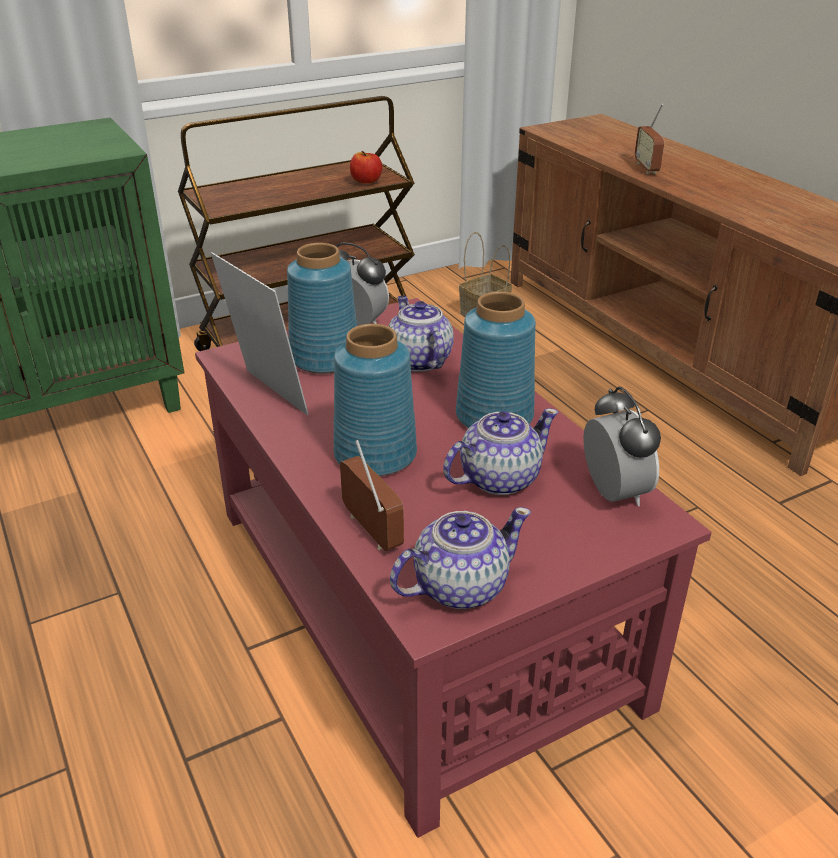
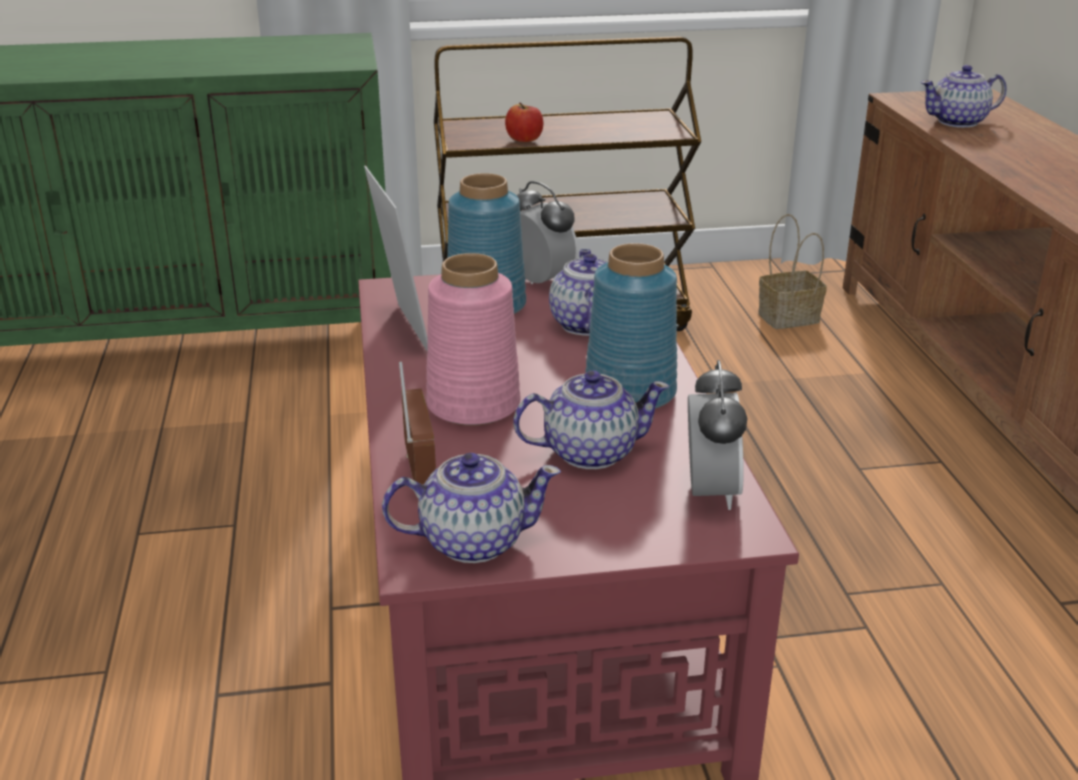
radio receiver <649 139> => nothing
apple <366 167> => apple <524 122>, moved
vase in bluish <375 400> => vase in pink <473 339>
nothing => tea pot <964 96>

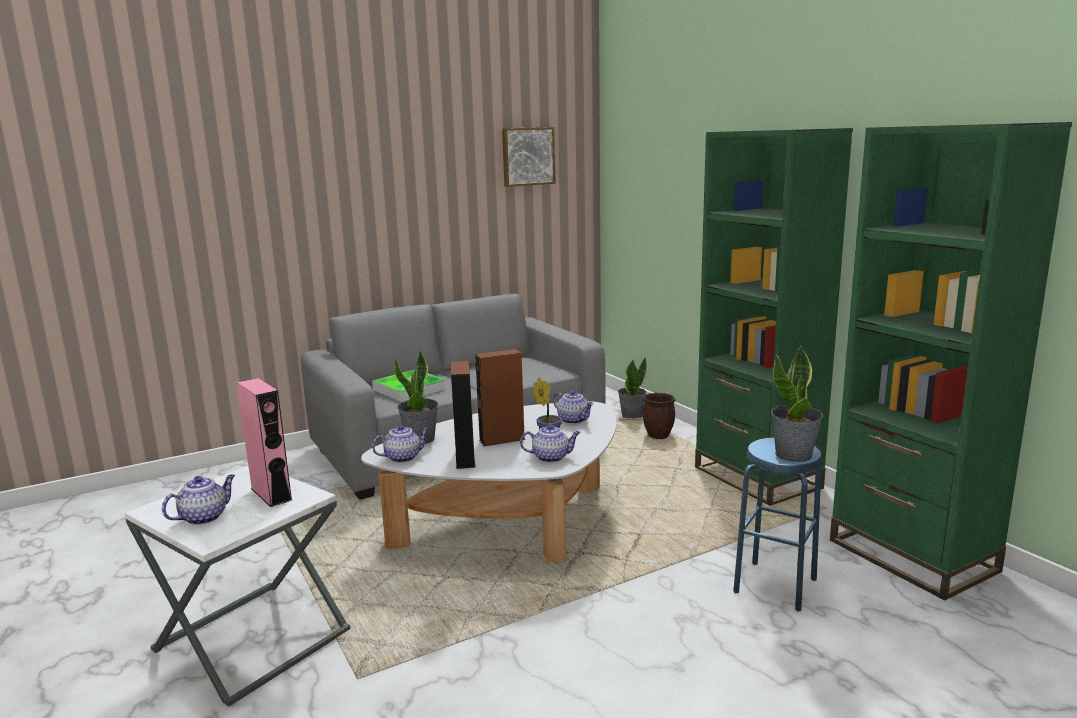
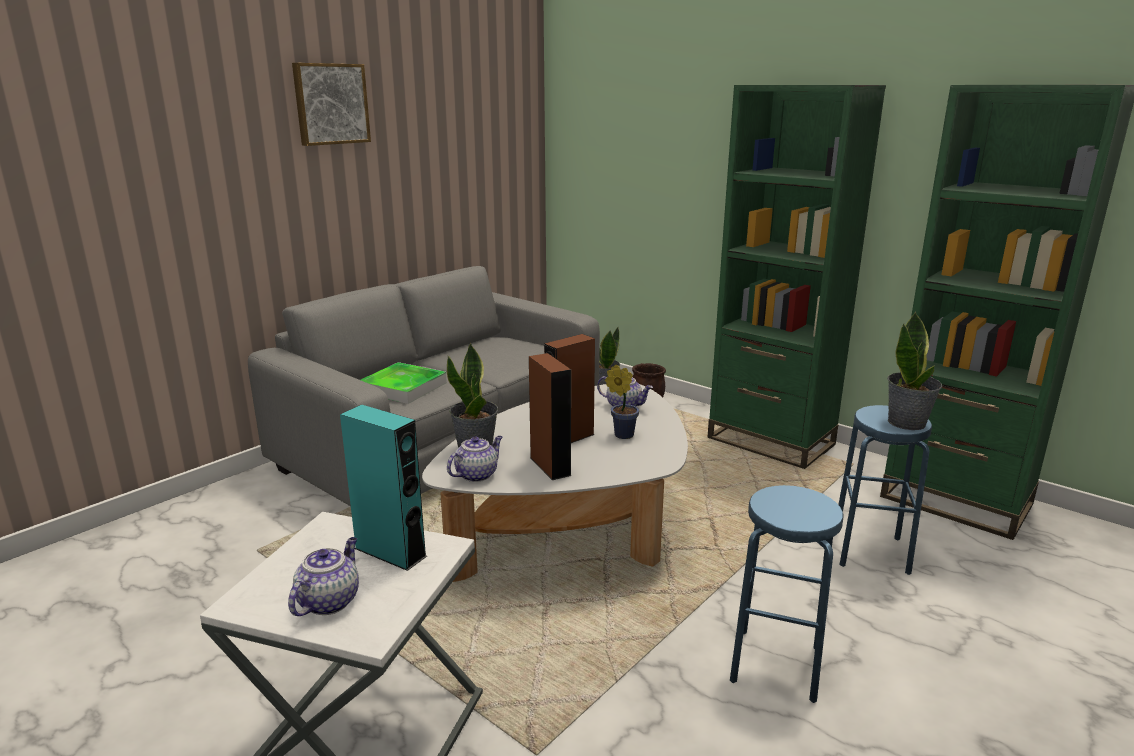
wall picture <529 157> => wall picture <331 104>, moved
speaker in pink <264 442> => speaker in turquoise <383 488>
tea pot <550 443> => nothing
nothing => stool in bluish <786 594>

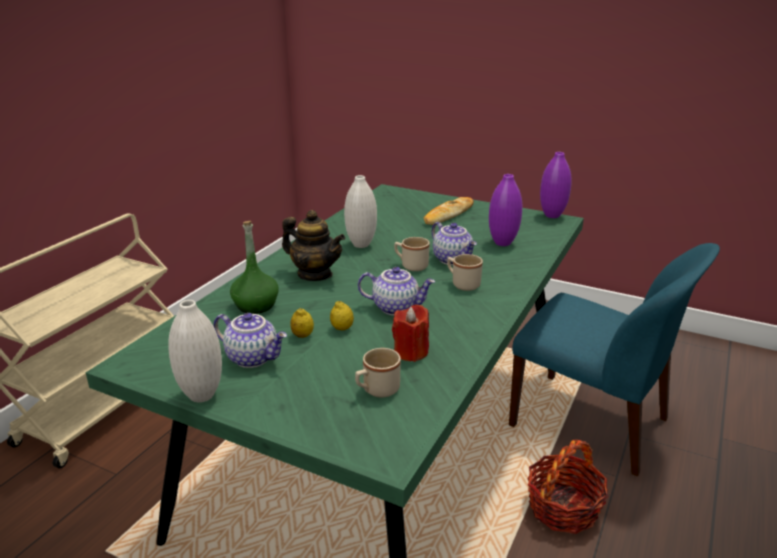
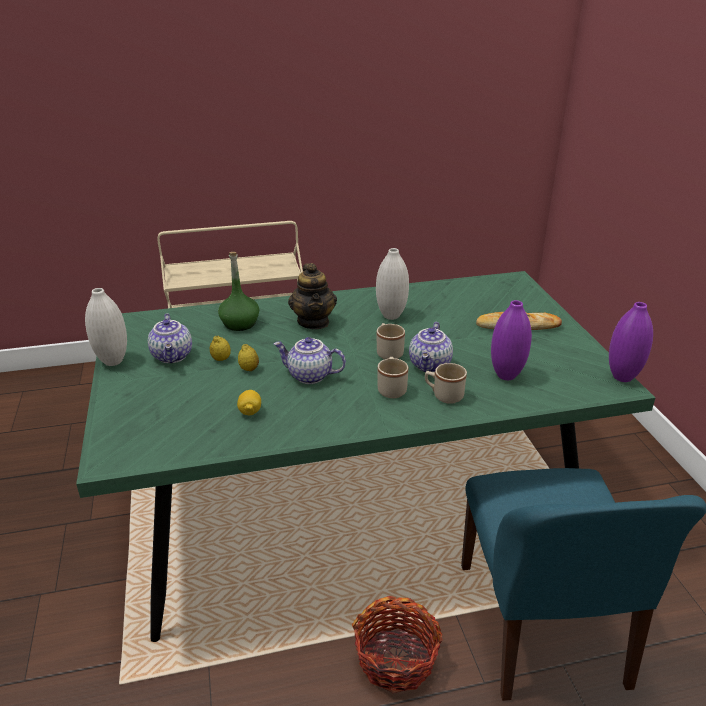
tea pot <396 291> => tea pot <309 360>, 135 degrees clockwise
wax candle in reddish <410 333> => whole lemon <249 403>
coffee mug in beige-coloured <378 373> => coffee mug in beige-coloured <446 383>, moved

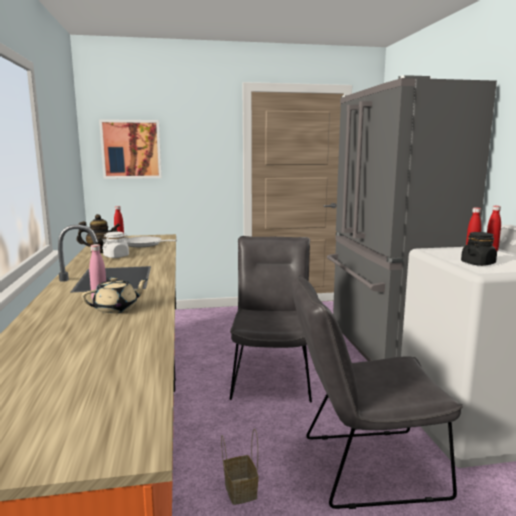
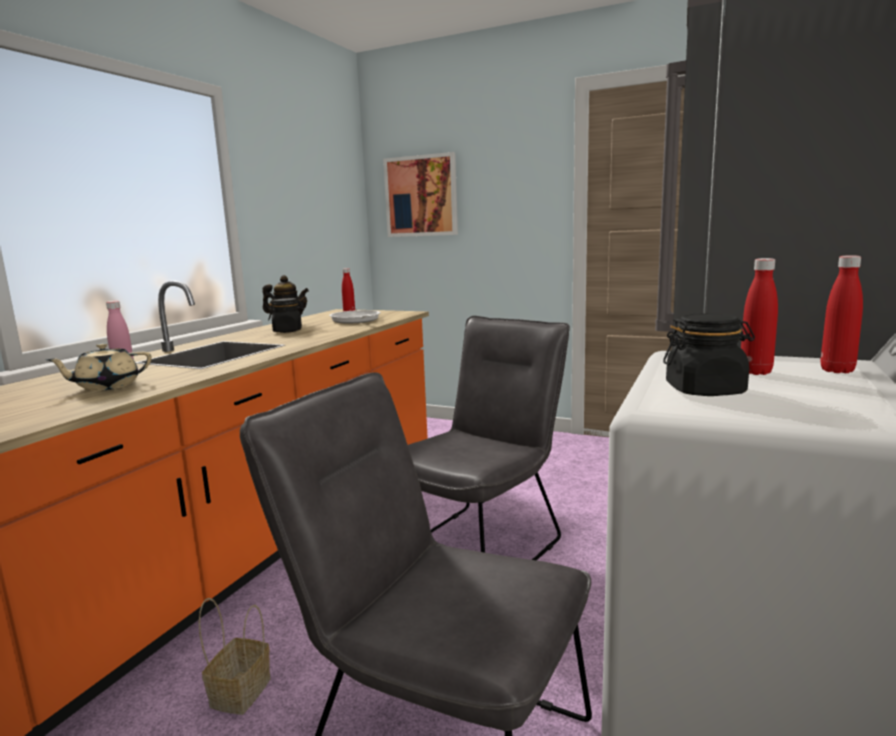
preserve jar in white <115 245> => preserve jar in black <286 315>
tea pot in beige-coloured <115 295> => tea pot in beige-coloured <99 367>, 150 degrees clockwise

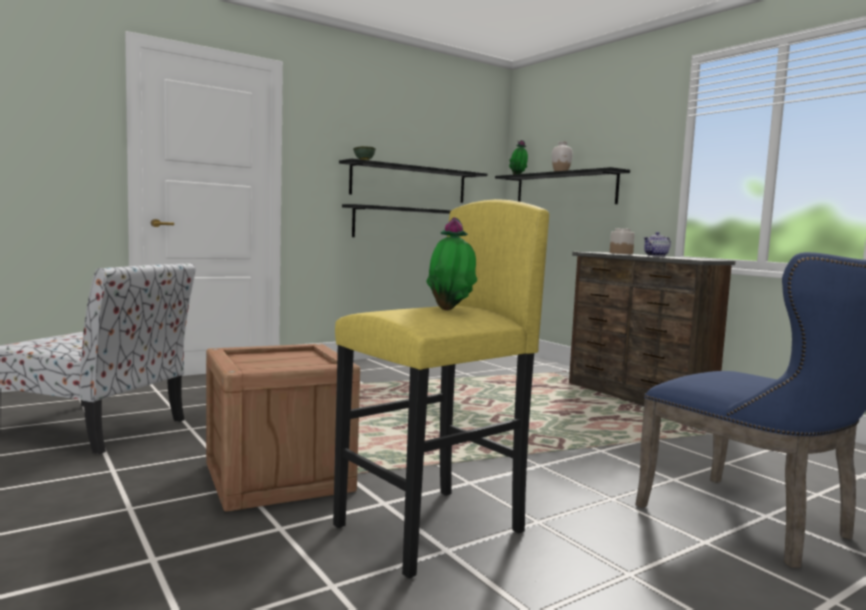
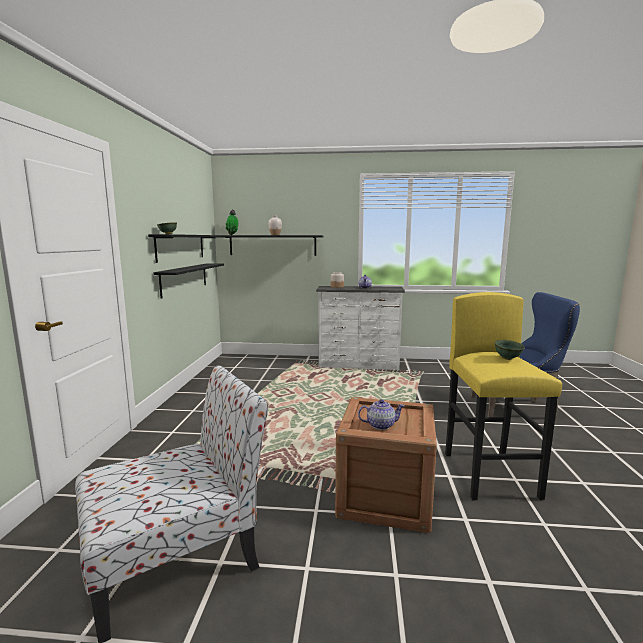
houseplant <451 263> => bowl in green <510 350>
drawer chest in brown <652 329> => drawer chest in white <360 328>
nothing => tea pot <381 414>

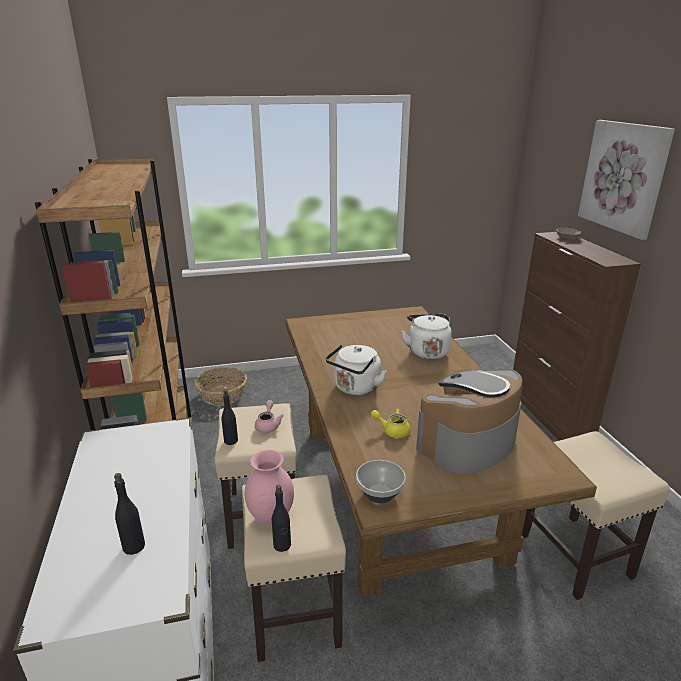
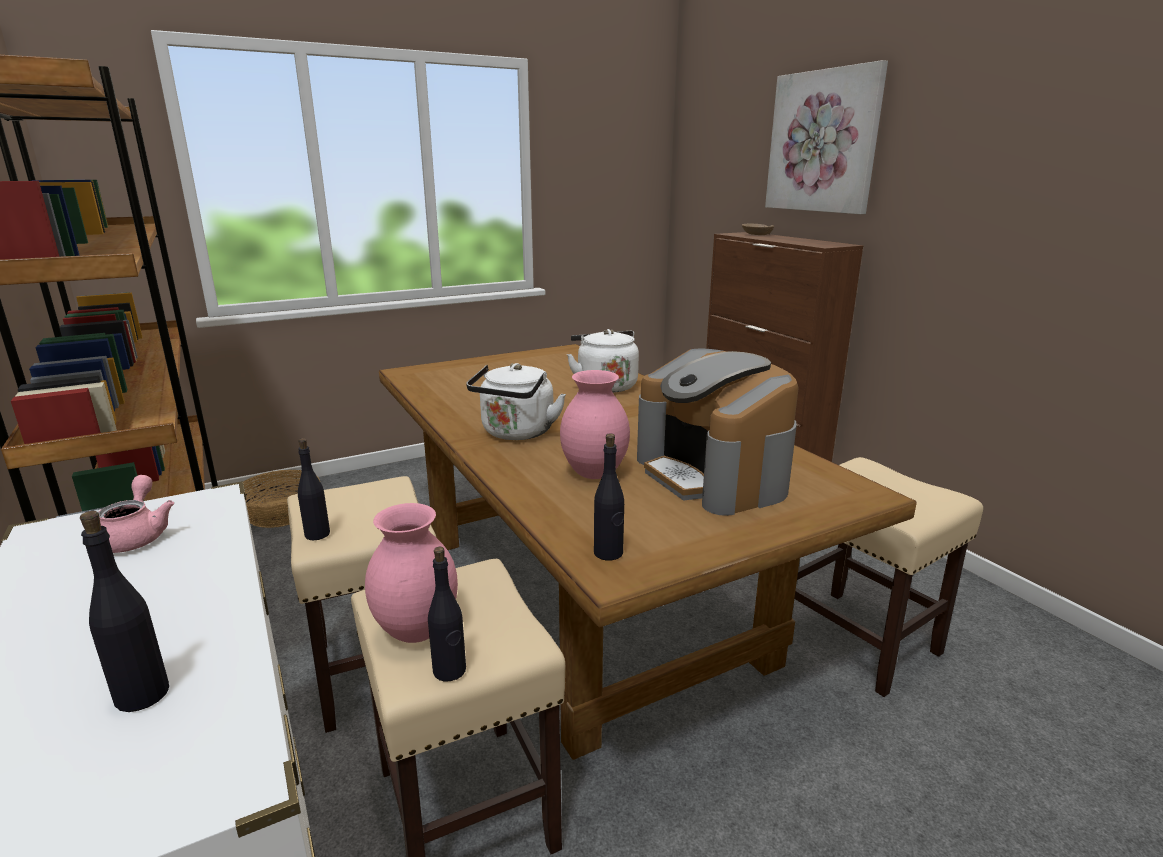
coffee brewer <469 421> => coffee brewer <718 432>, 60 degrees counterclockwise
tea pot in pink <269 416> => tea pot in pink <136 514>, moved
tea pot in yellow <391 423> => vase in pink <595 424>
bowl <381 481> => drink bottle in black <609 497>

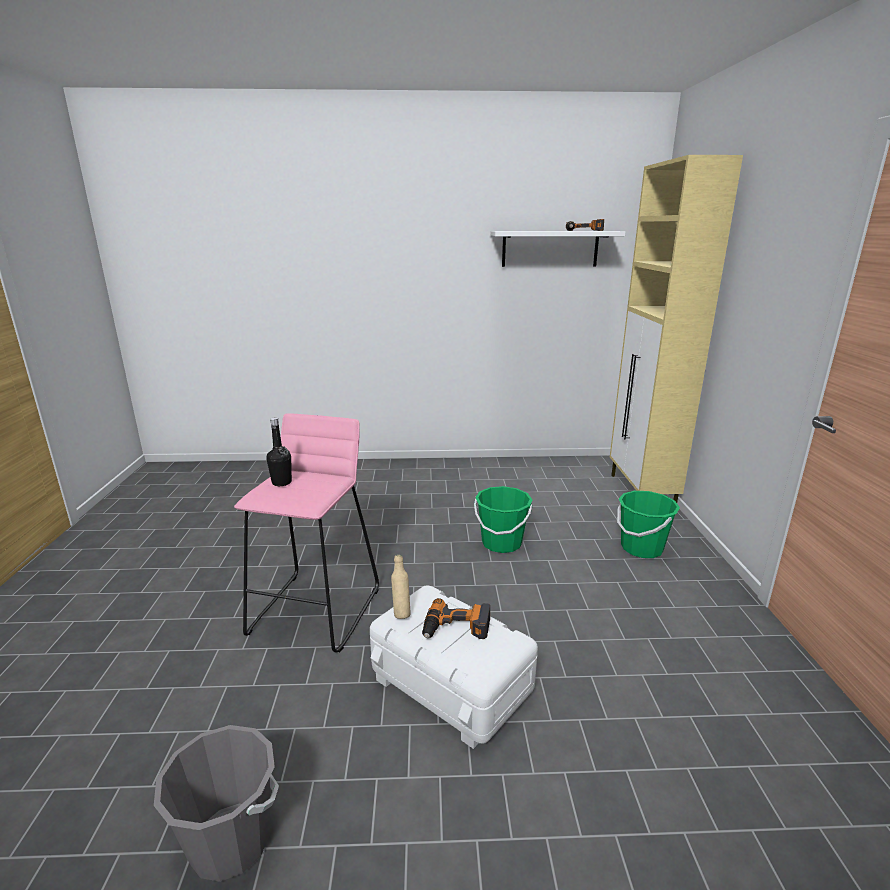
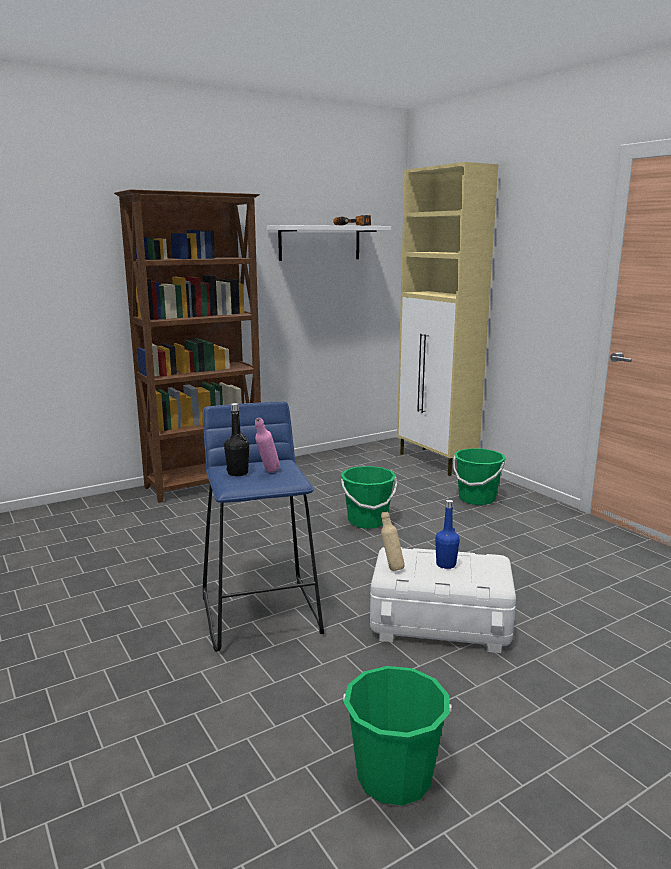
stool in pink <306 532> => stool in bluish <263 526>
power drill <456 618> => drink bottle in bluish <447 534>
pail in greyish <216 803> => pail in green <397 736>
nothing => shelving unit in brown <187 346>
nothing => drink bottle in pink <267 445>

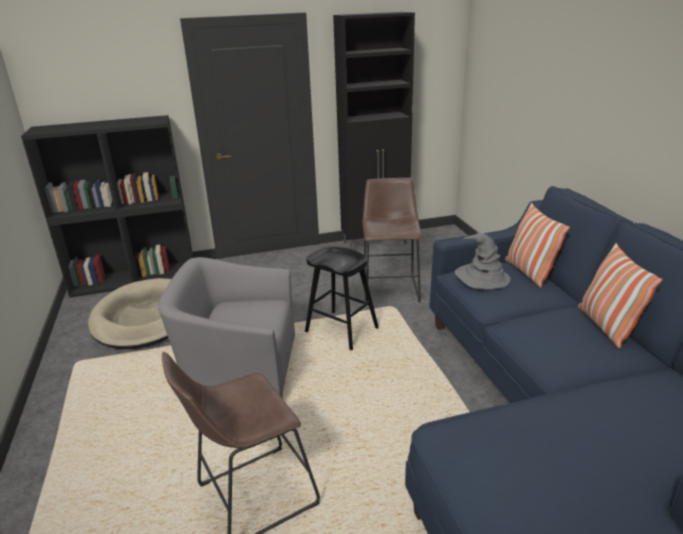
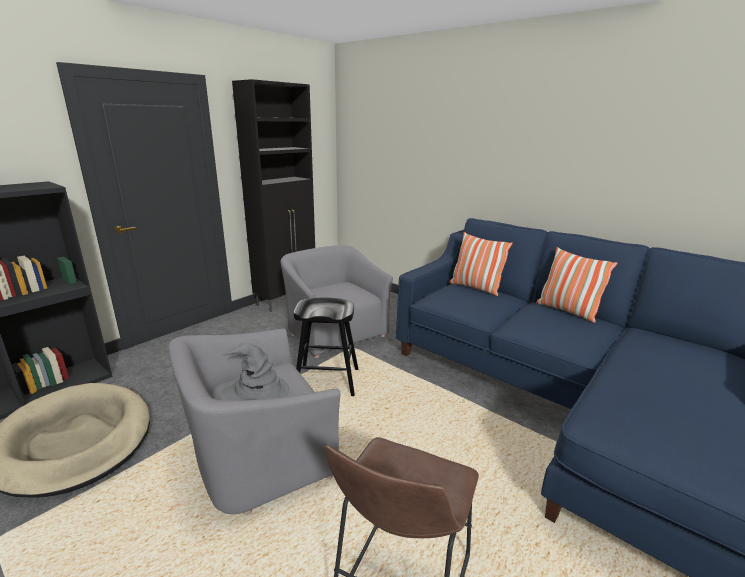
stool in brown <392 240> => armchair in greyish <337 301>
wearable hat in greyish <483 261> => wearable hat in greyish <254 371>, moved

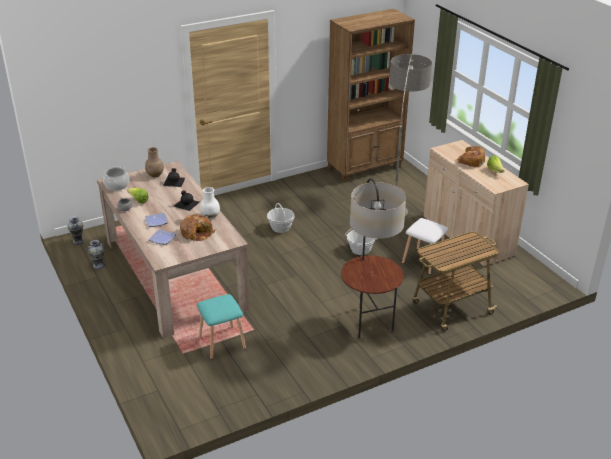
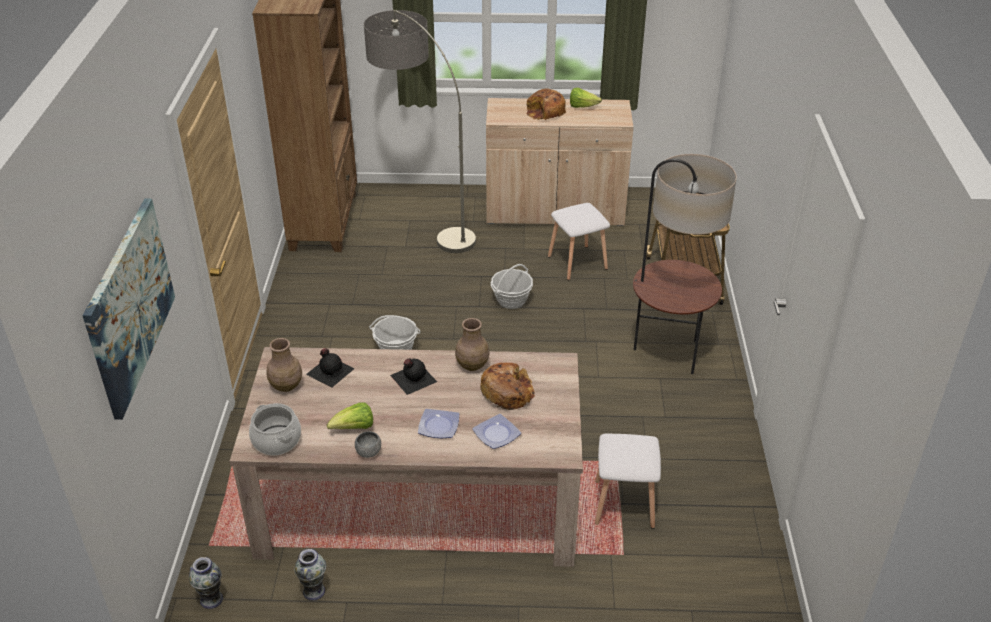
vase in white <210 203> => vase in brown <472 344>
stool in turquoise <221 326> => stool in white <628 481>
nothing => wall picture <128 309>

